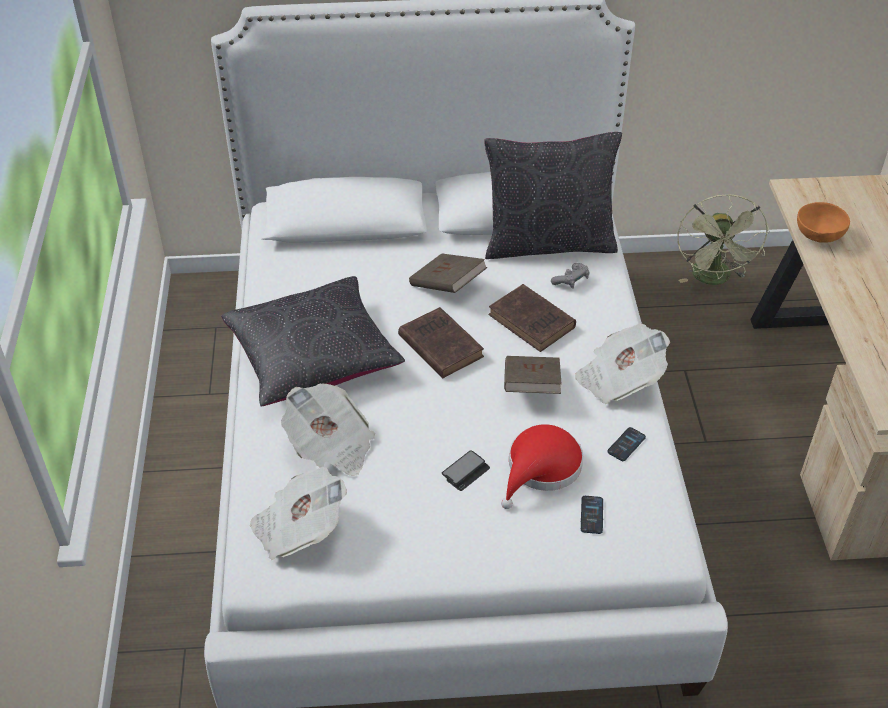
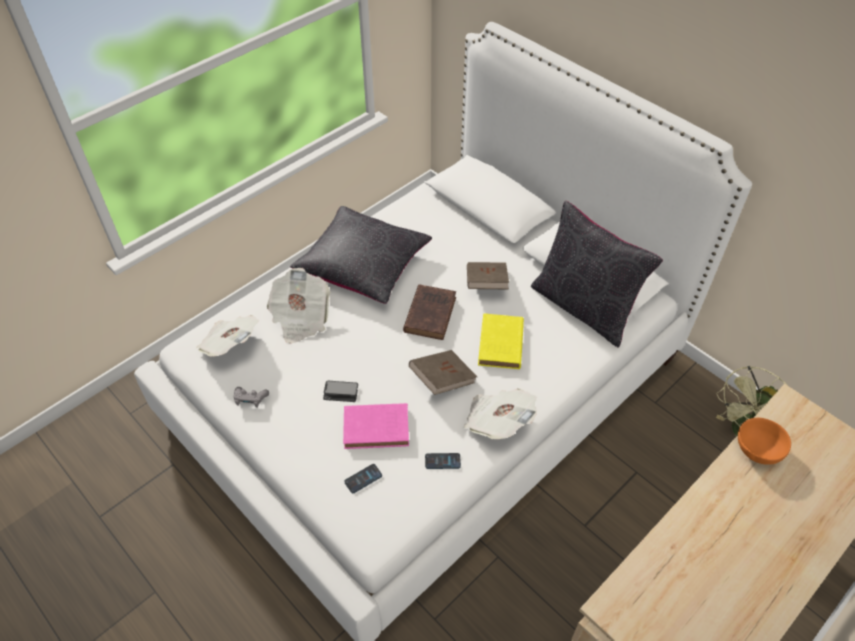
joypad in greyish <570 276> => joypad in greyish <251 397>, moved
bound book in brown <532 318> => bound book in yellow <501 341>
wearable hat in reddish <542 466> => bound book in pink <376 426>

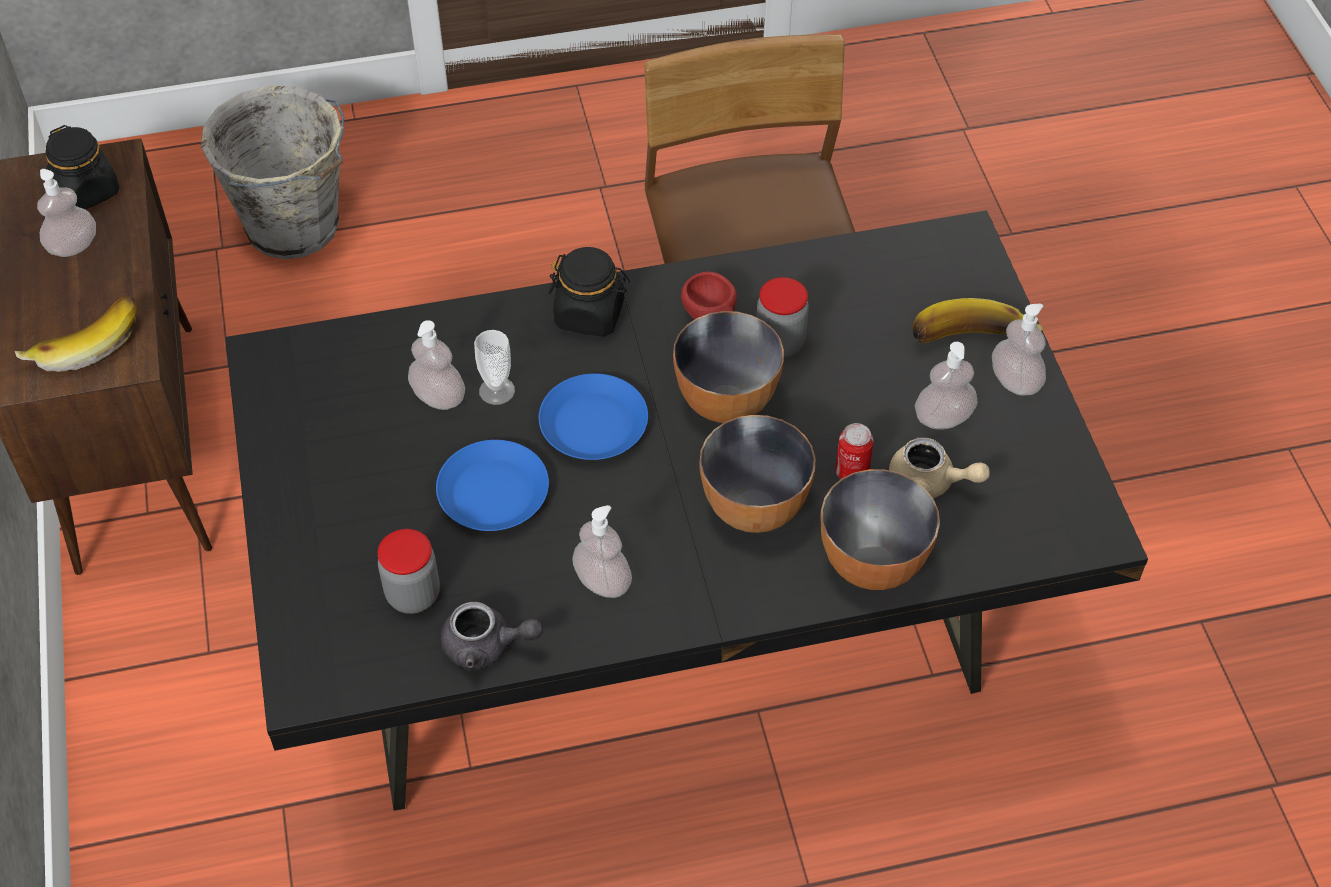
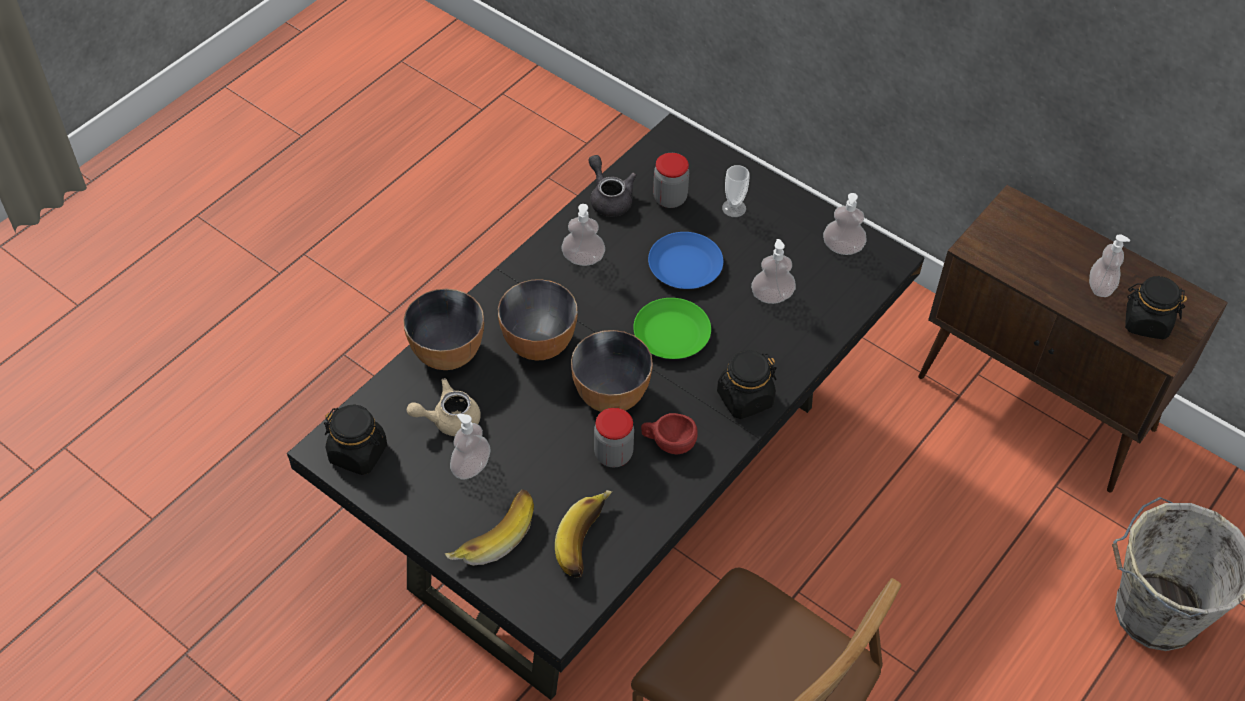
whole banana <75 333> => whole banana <583 534>, moved
soap dispenser <1019 350> => soap dispenser <844 224>, moved
drinking cup <494 367> => drinking cup <736 191>, moved
dinner plate in bluish <593 417> => dinner plate in green <672 328>
can <854 451> => nothing
tea pot in greyish <492 636> => tea pot in greyish <612 186>, 90 degrees clockwise
nothing => preserve jar in black <355 440>

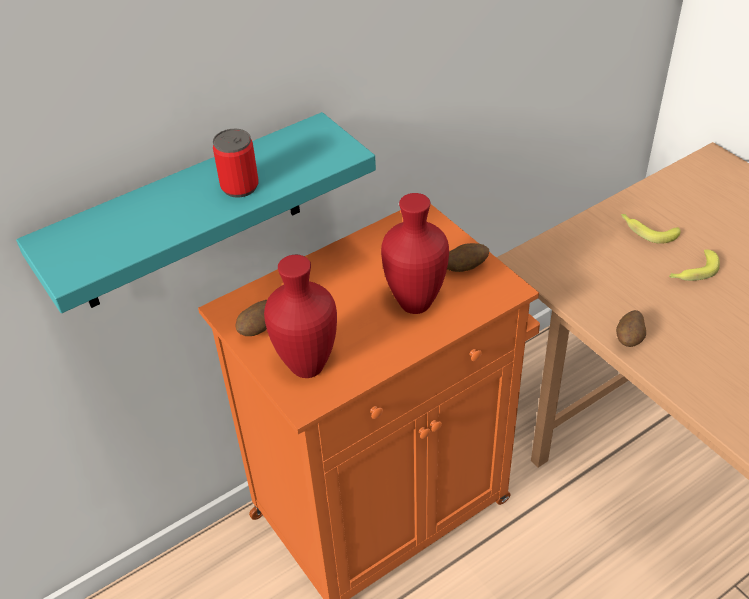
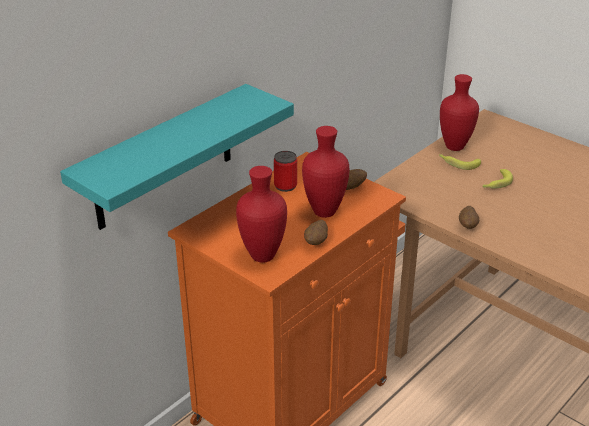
can <236 163> => can <285 171>, moved
spud <251 318> => spud <316 232>, moved
nothing => vase in reddish <459 112>

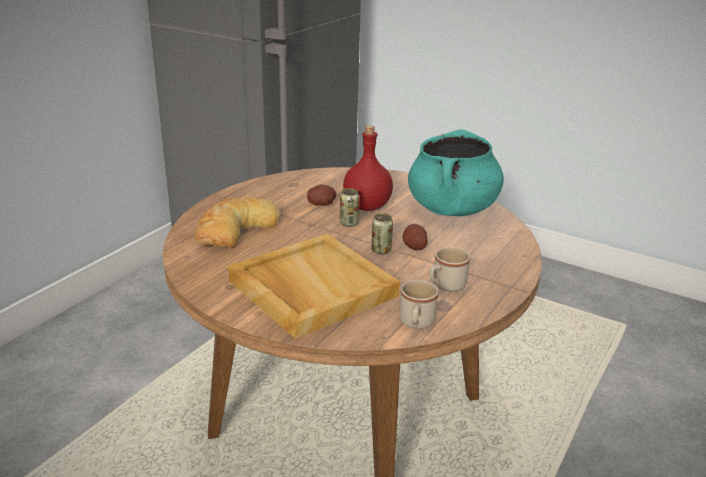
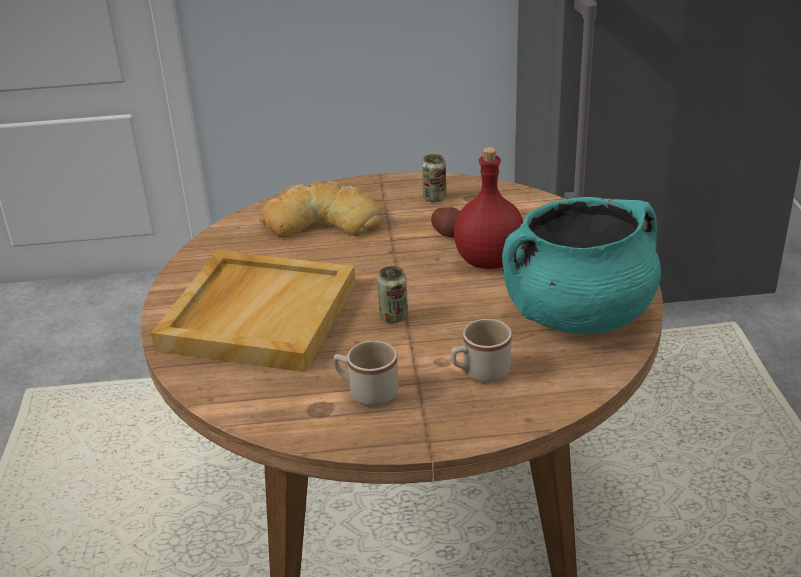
can <349 207> => can <434 178>, moved
spud <415 237> => nothing
coffee mug in beige-coloured <418 304> => coffee mug in beige-coloured <481 351>, moved

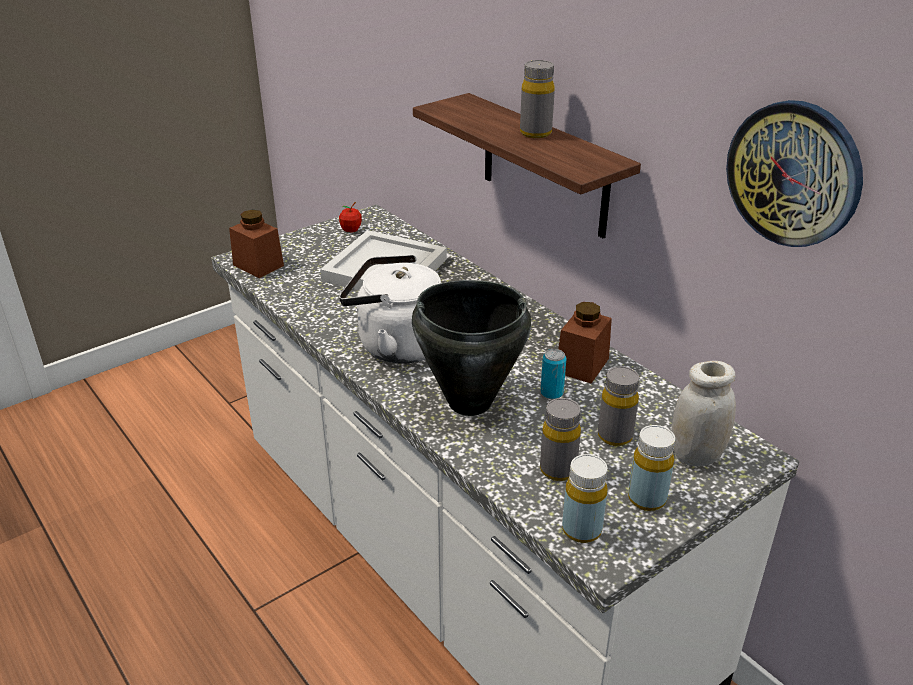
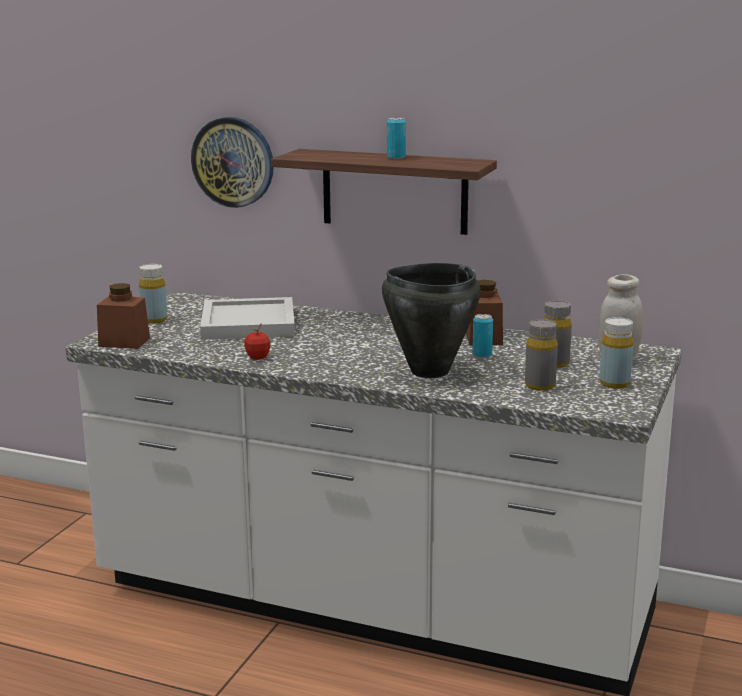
drink bottle in greyish <537 99> => can <396 138>
hanging clock <794 173> => hanging clock <232 162>, moved
apple <350 217> => apple <257 342>, moved
kettle in white <390 309> => nothing
drink bottle in yellow <585 498> => drink bottle in yellow <153 293>, moved

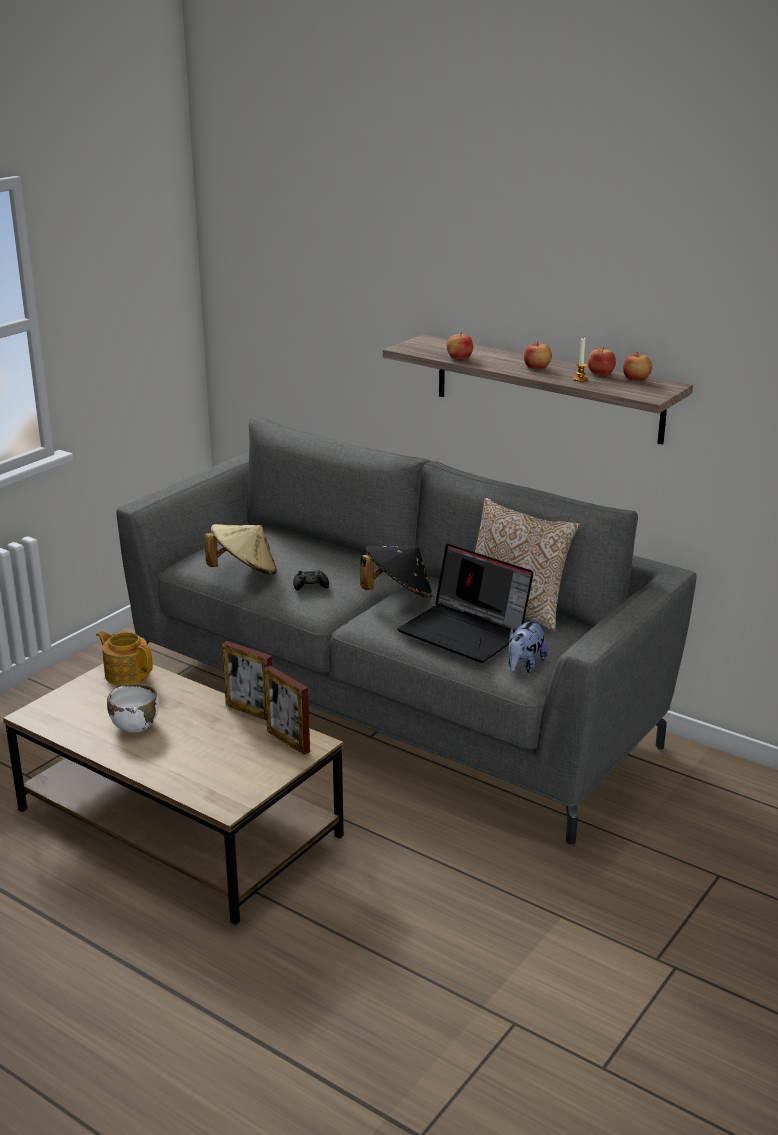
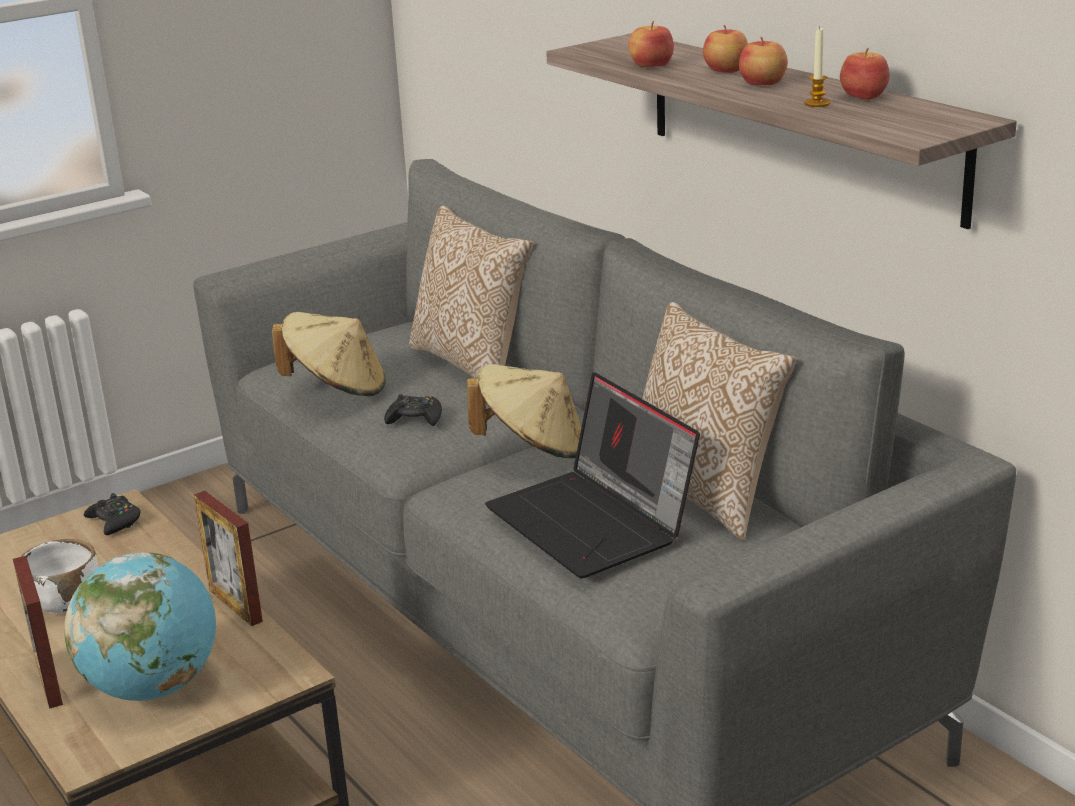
apple <637 366> => apple <725 49>, moved
wearable hat in black <396 571> => wearable hat in beige-coloured <524 411>
soft toy <528 646> => nothing
tea pot <124 658> => joypad in black <112 514>
picture frame <287 710> => picture frame <38 632>, moved
nothing => cushion <471 291>
nothing => globe <140 626>

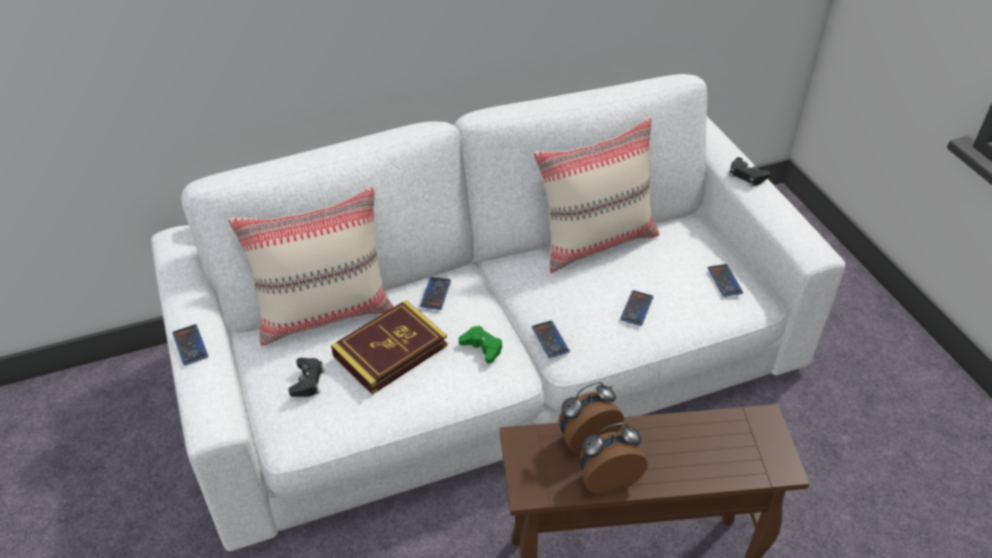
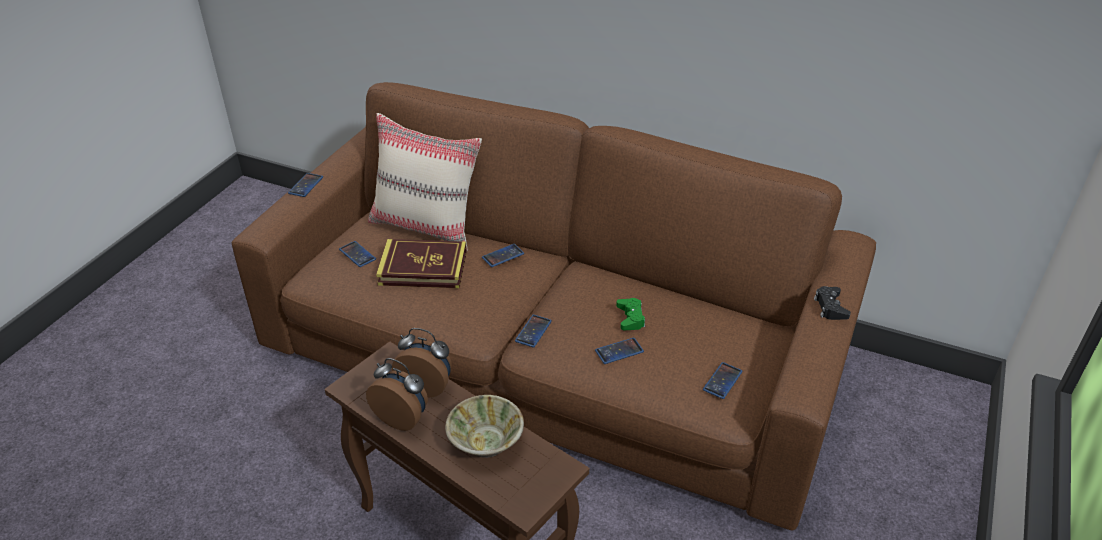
sofa in white <498 312> => sofa in brown <554 306>
cushion in beige-coloured <596 195> => nothing
joypad in green <480 344> => joypad in green <630 314>, moved
joypad in black <306 377> => phone <357 254>
nothing => bowl in beige-coloured <484 426>

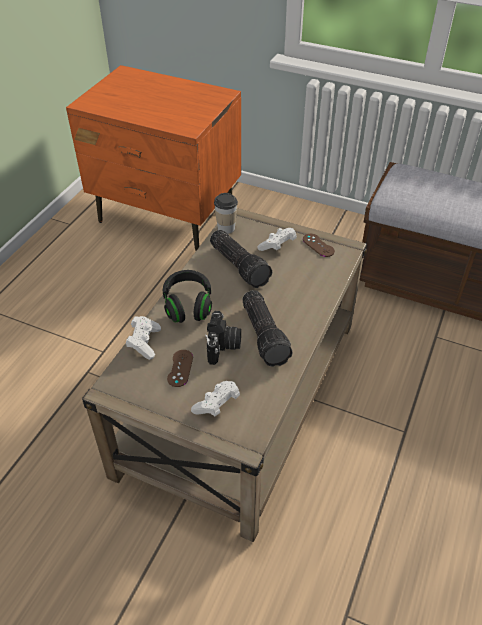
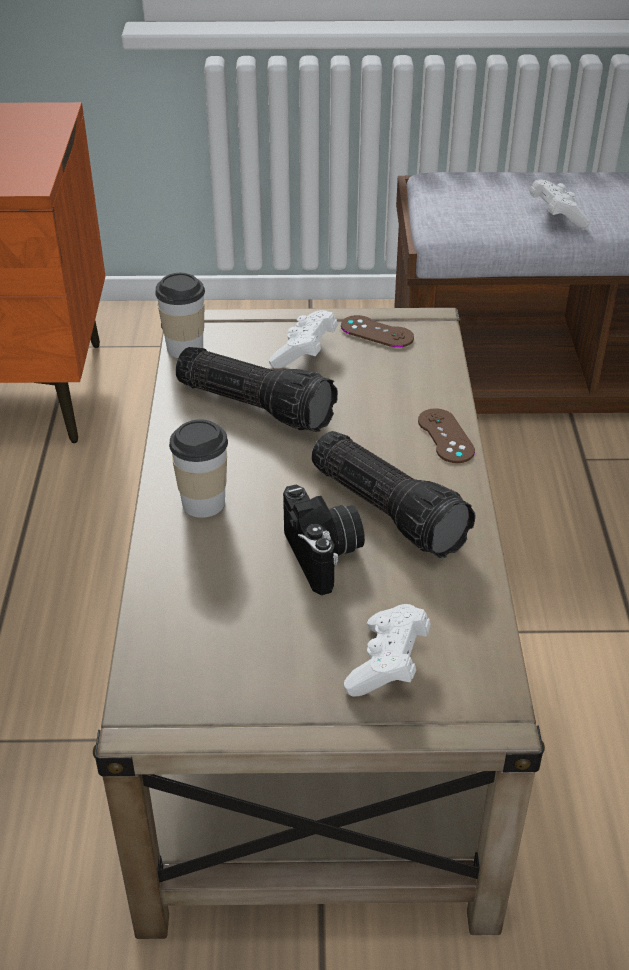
headset in black <187 296> => drinking cup <198 468>
joypad in white <143 338> => joypad in white <559 204>, moved
joypad in brown <180 368> => joypad in brown <446 435>, moved

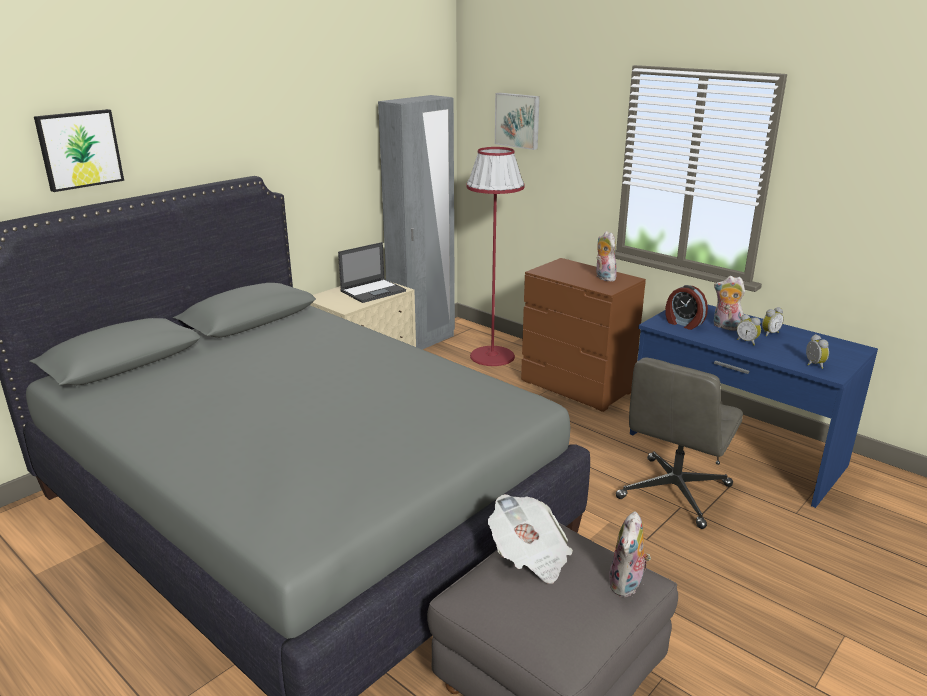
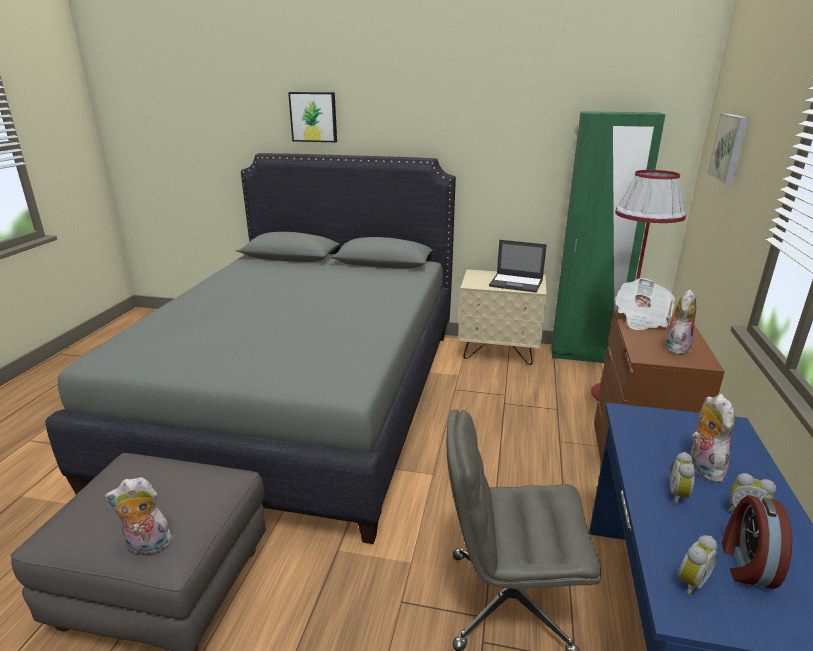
wardrobe in greyish <416 222> => wardrobe in green <608 237>
alarm clock <686 307> => alarm clock <757 542>, moved
daily paper <530 539> => daily paper <644 304>, moved

